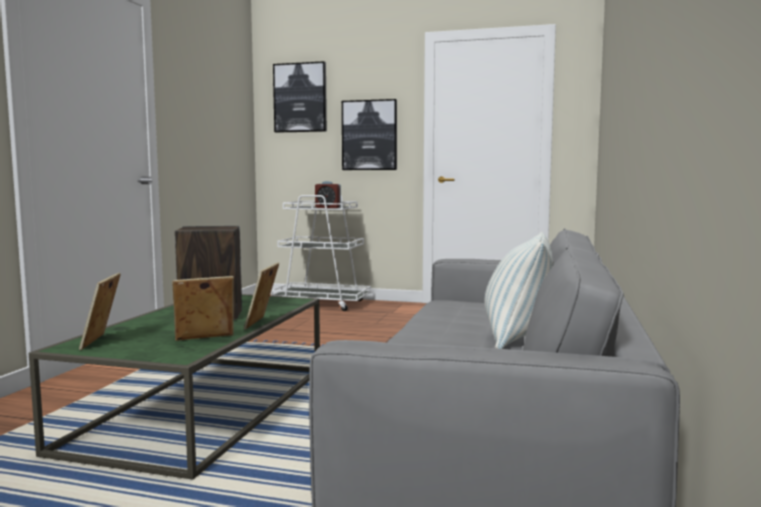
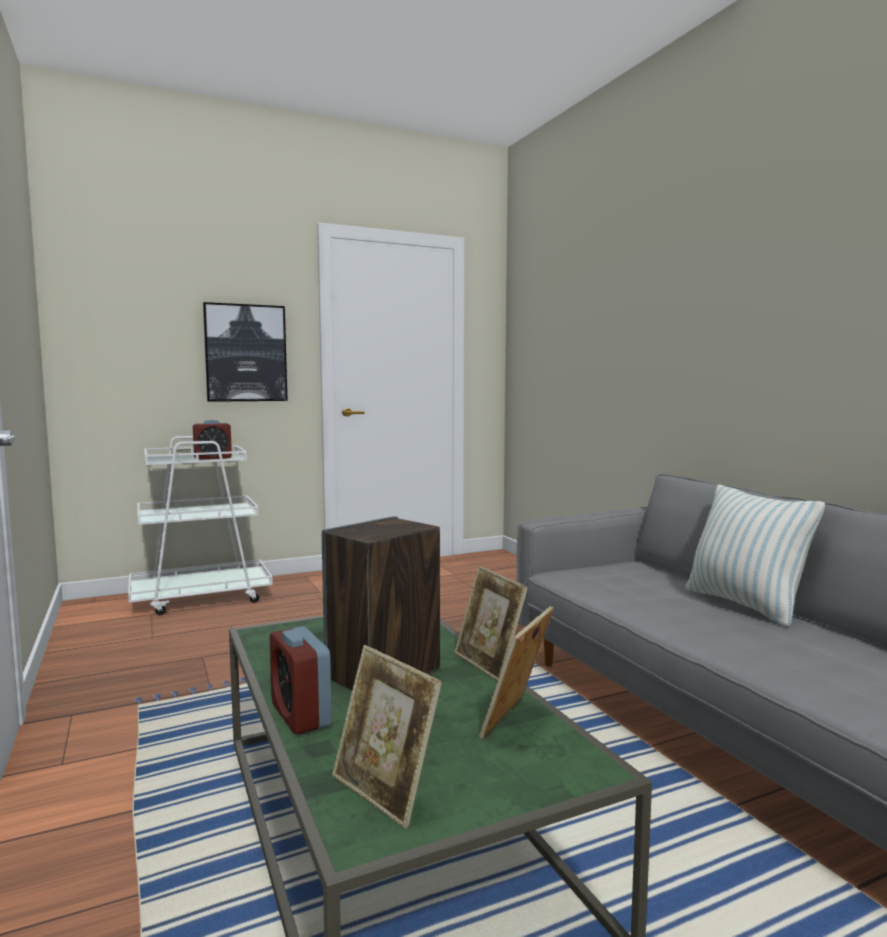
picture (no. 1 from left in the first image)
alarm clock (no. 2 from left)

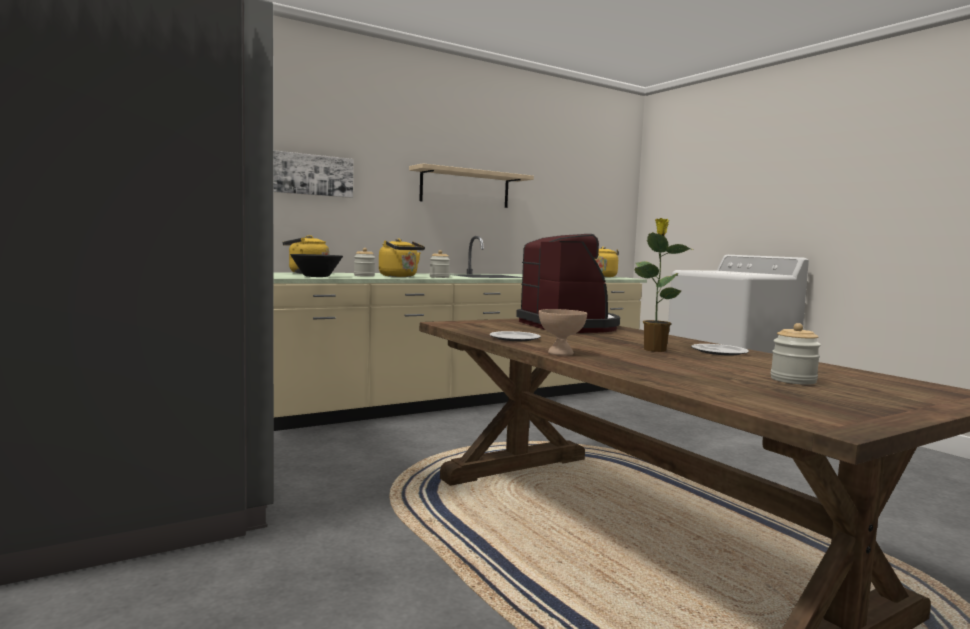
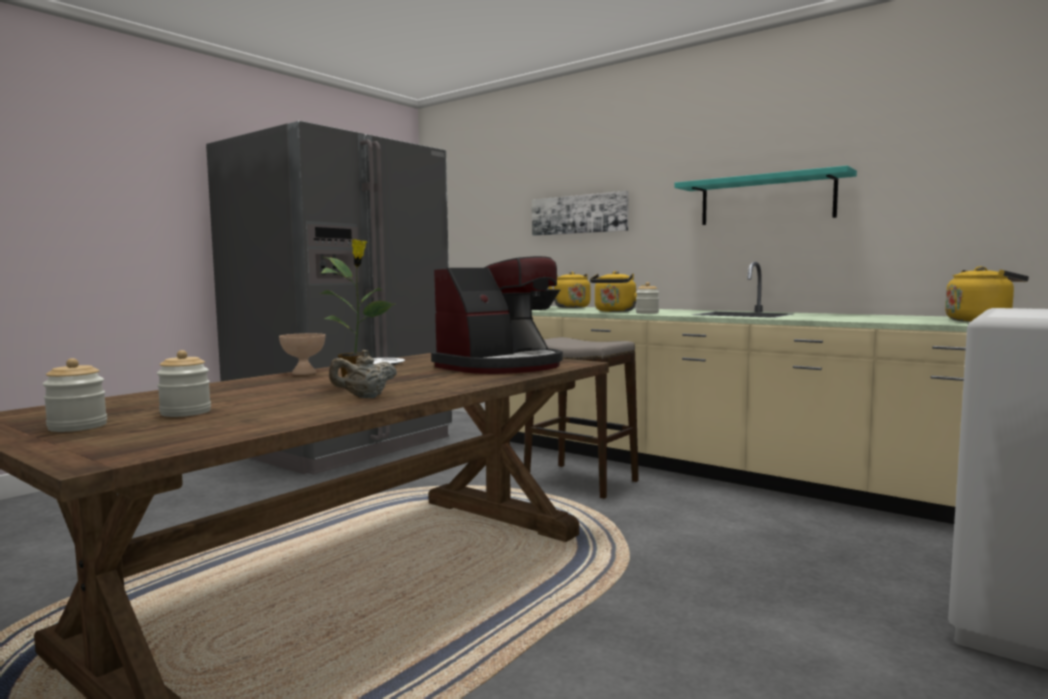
turquoise shelf
jar (no. 1 from left)
beige teapot
stool

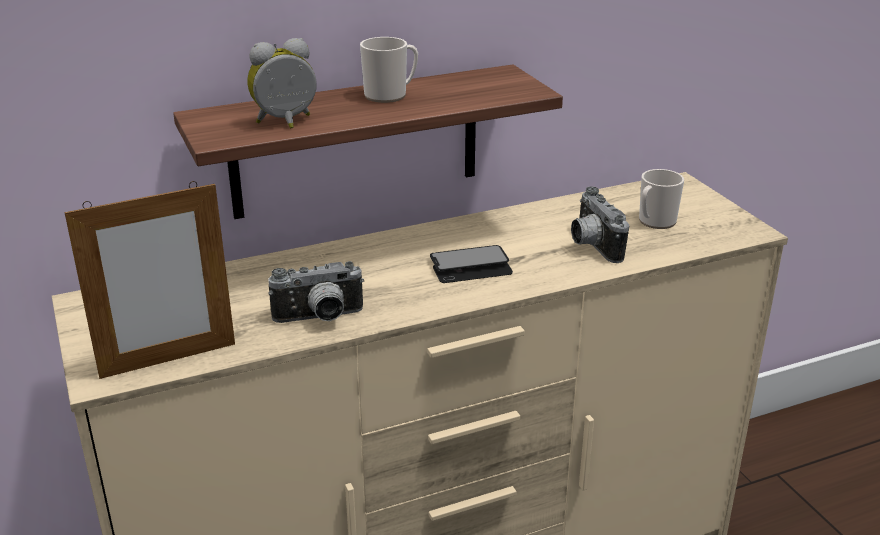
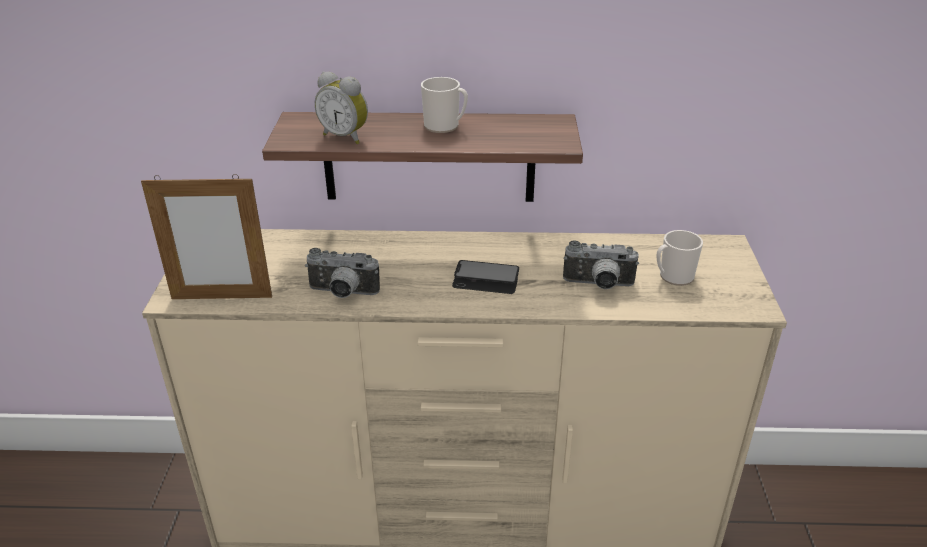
alarm clock
photo camera (no. 2 from left)

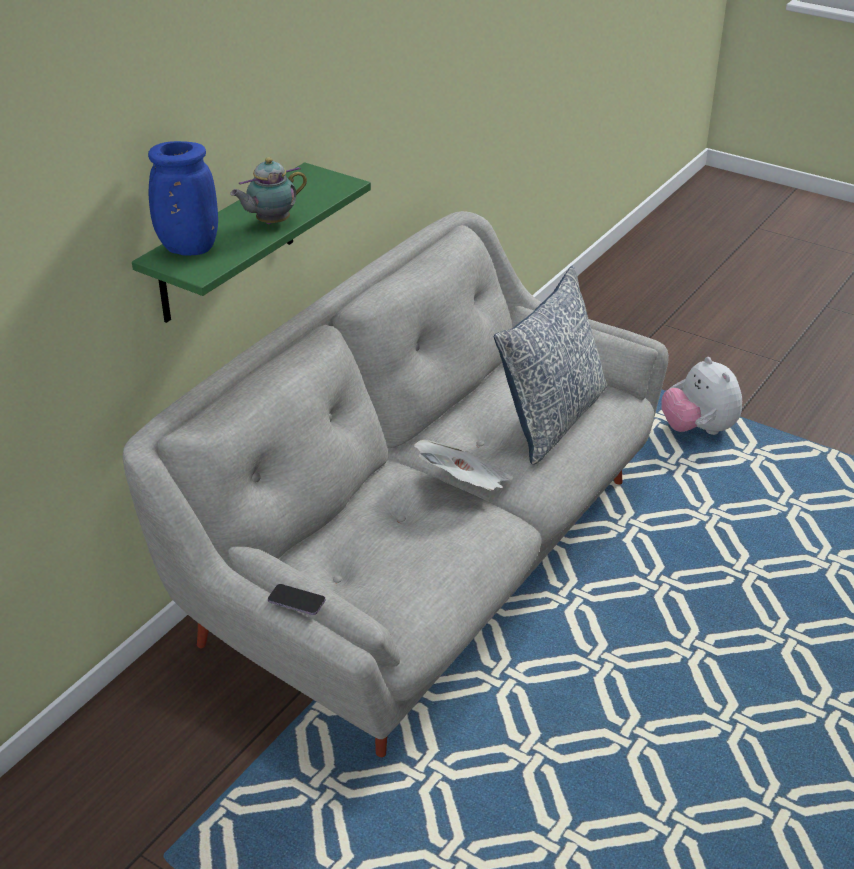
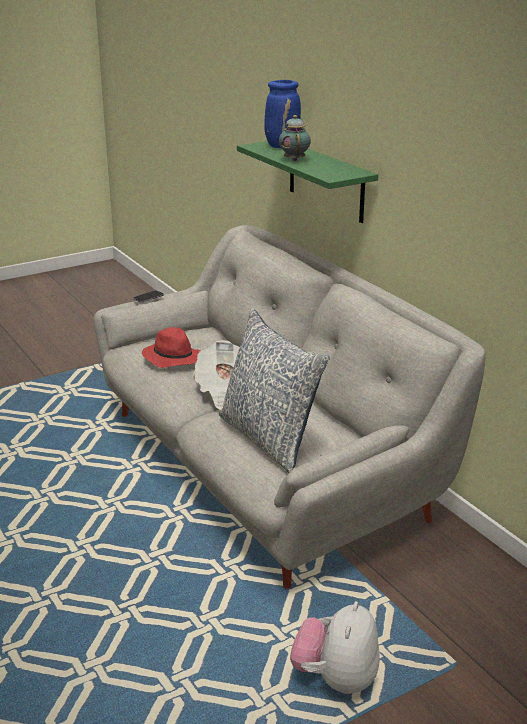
plush toy
red hat

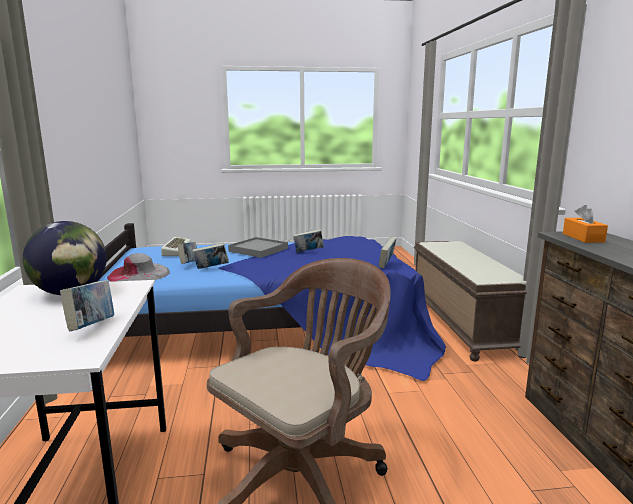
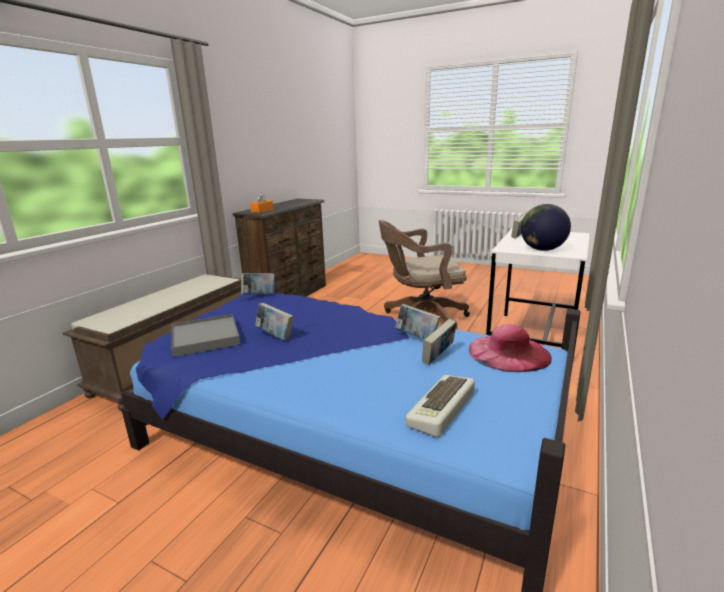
grey tray
pink hat

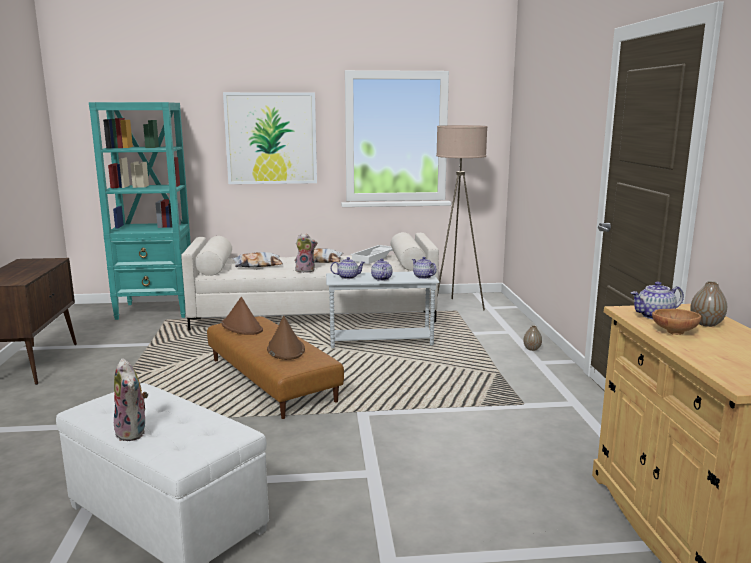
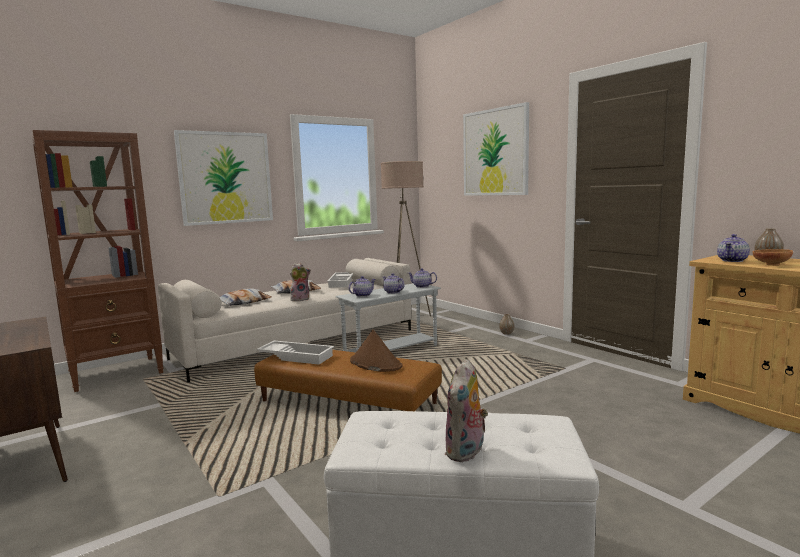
brown bookcase
white tray (no. 1 from left)
plush toy (no. 2 from left)
picture (no. 2 from left)

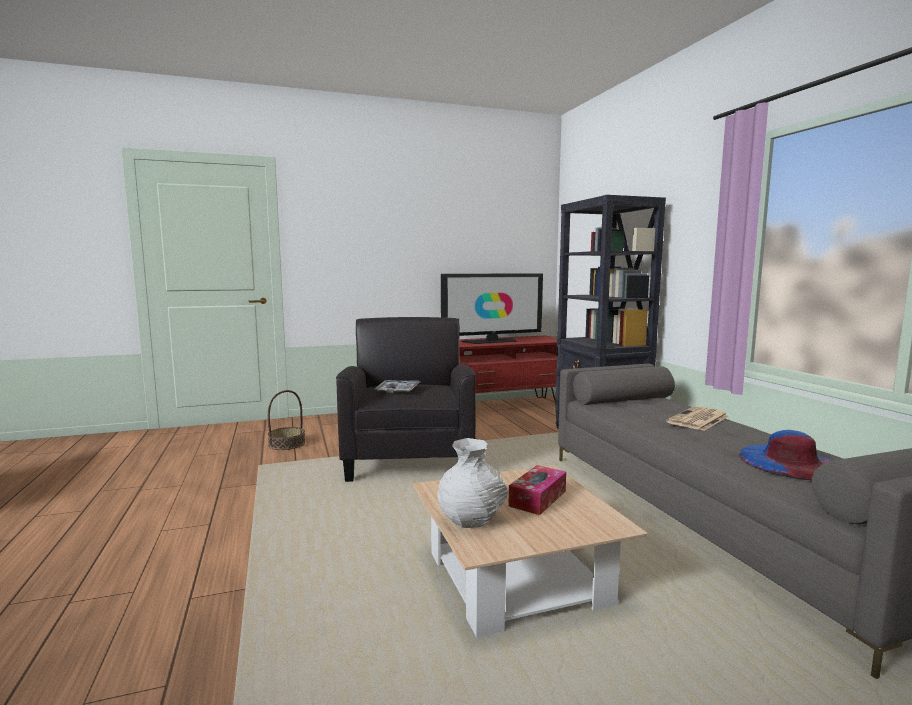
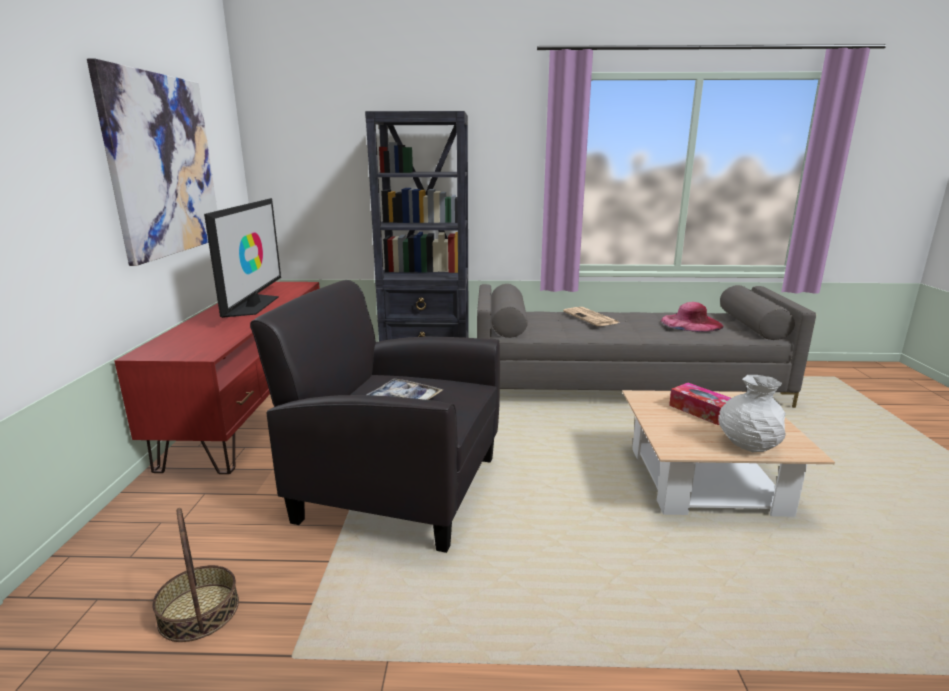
pink hat
picture

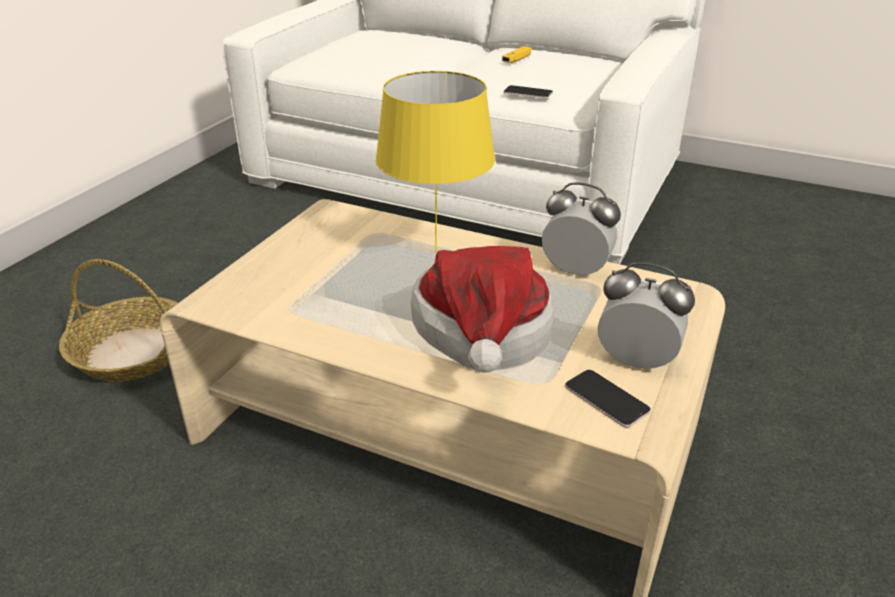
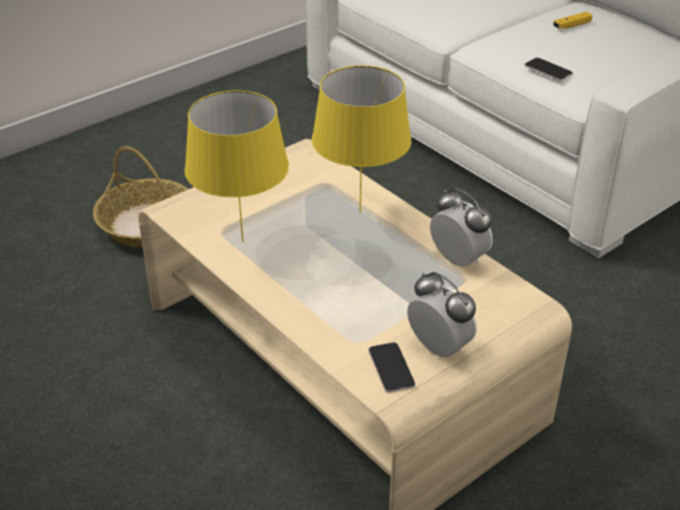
hat
yellow table lamp (no. 1 from left)

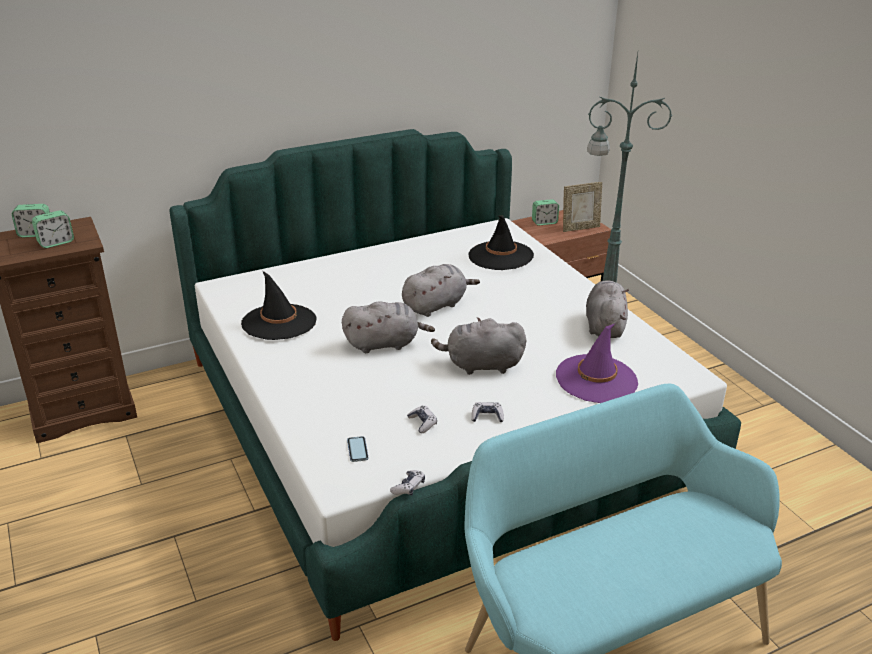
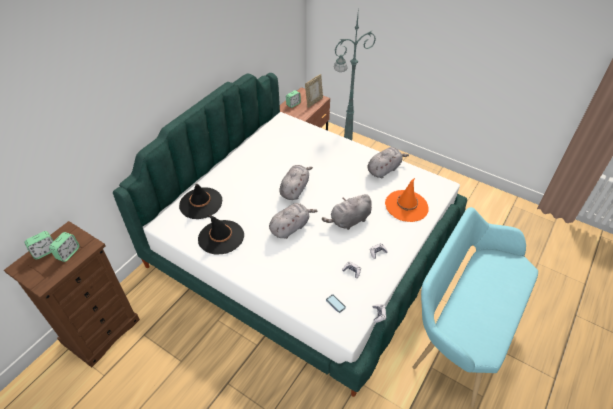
black hat (no. 1 from left)
grey plush toy (no. 4 from left)
orange hat

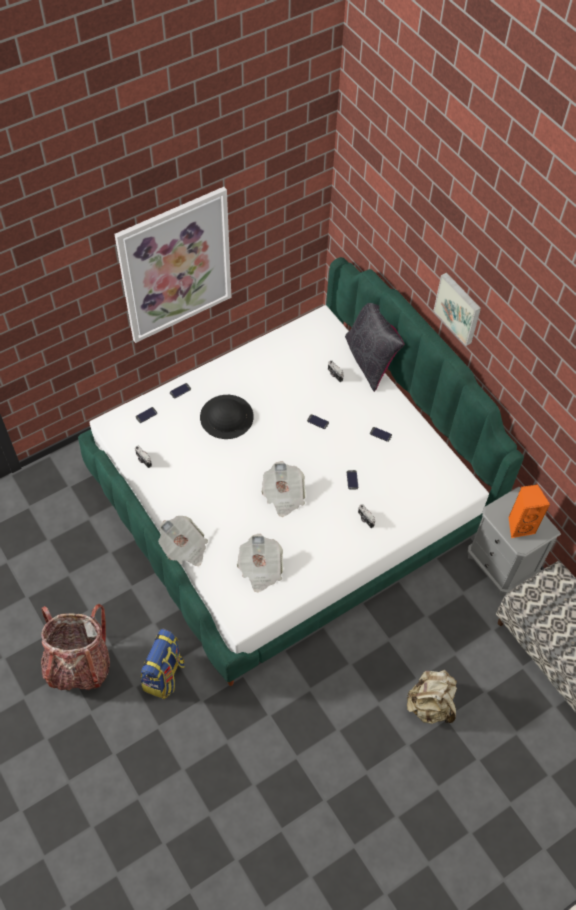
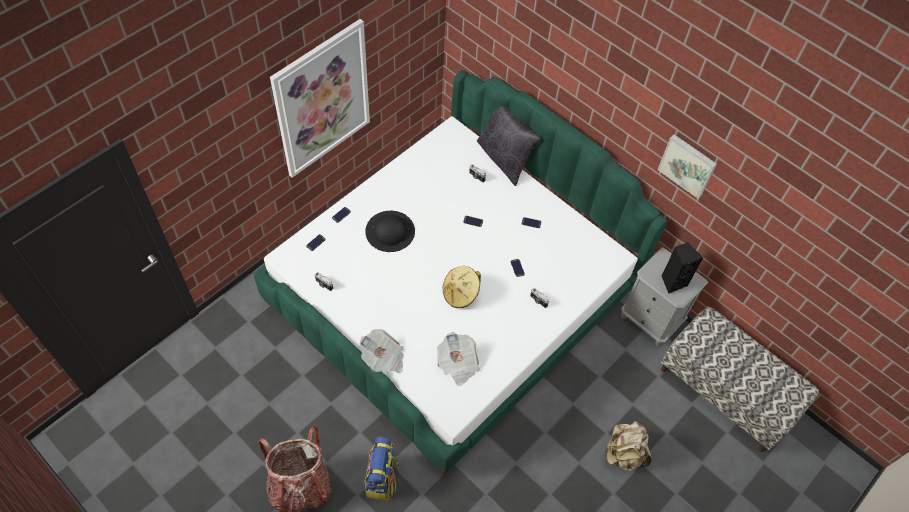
picture (no. 2 from left)
beige hat
black speaker

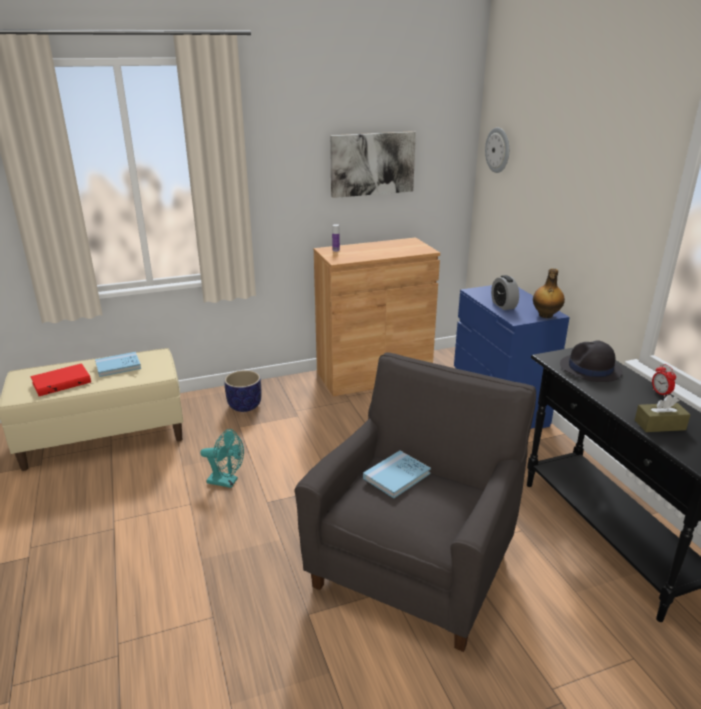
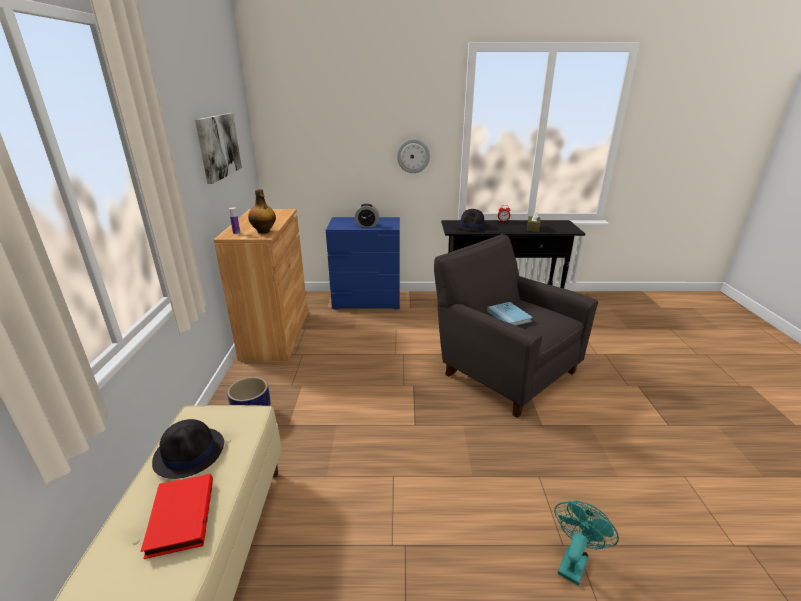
wall clock
bottle (no. 2 from left)
black hat (no. 1 from left)
turquoise fan

